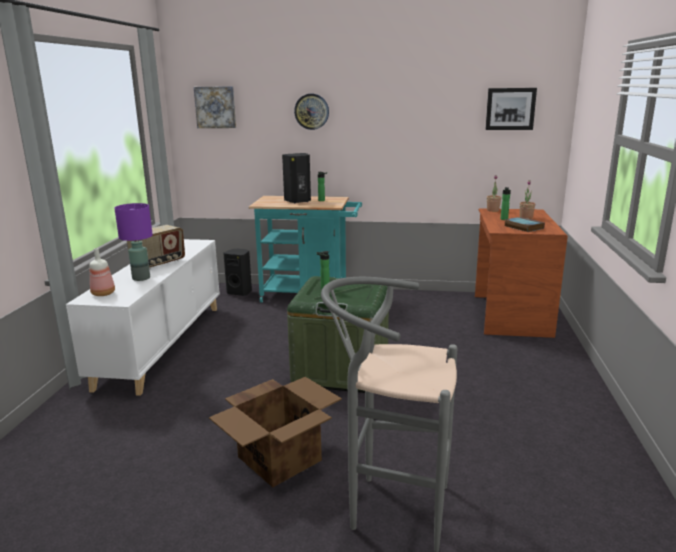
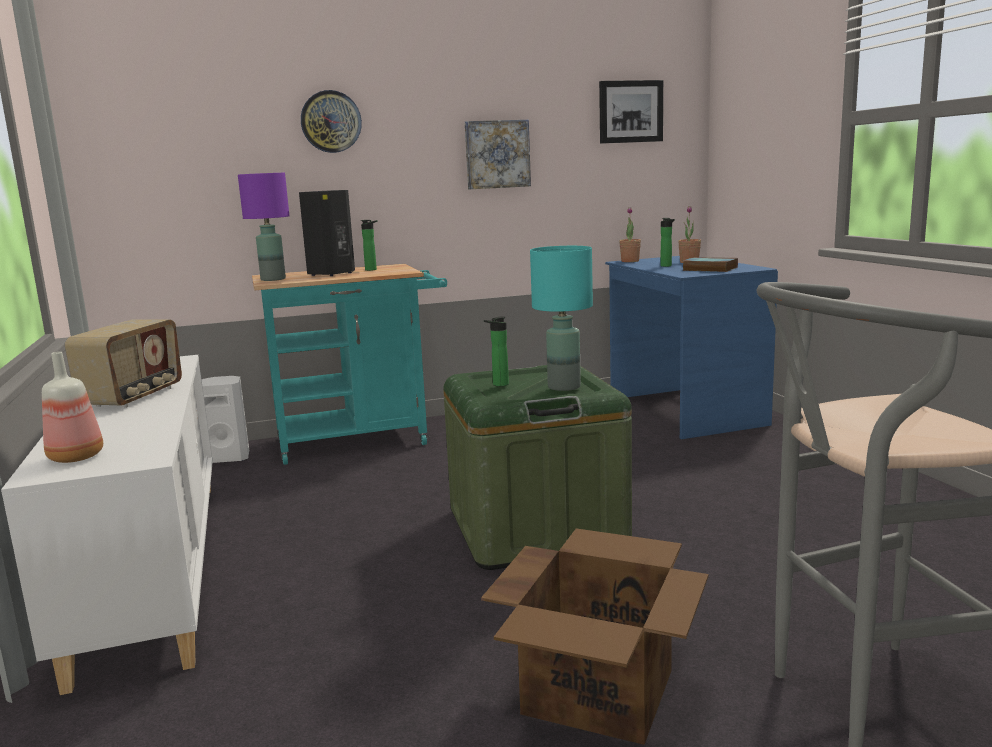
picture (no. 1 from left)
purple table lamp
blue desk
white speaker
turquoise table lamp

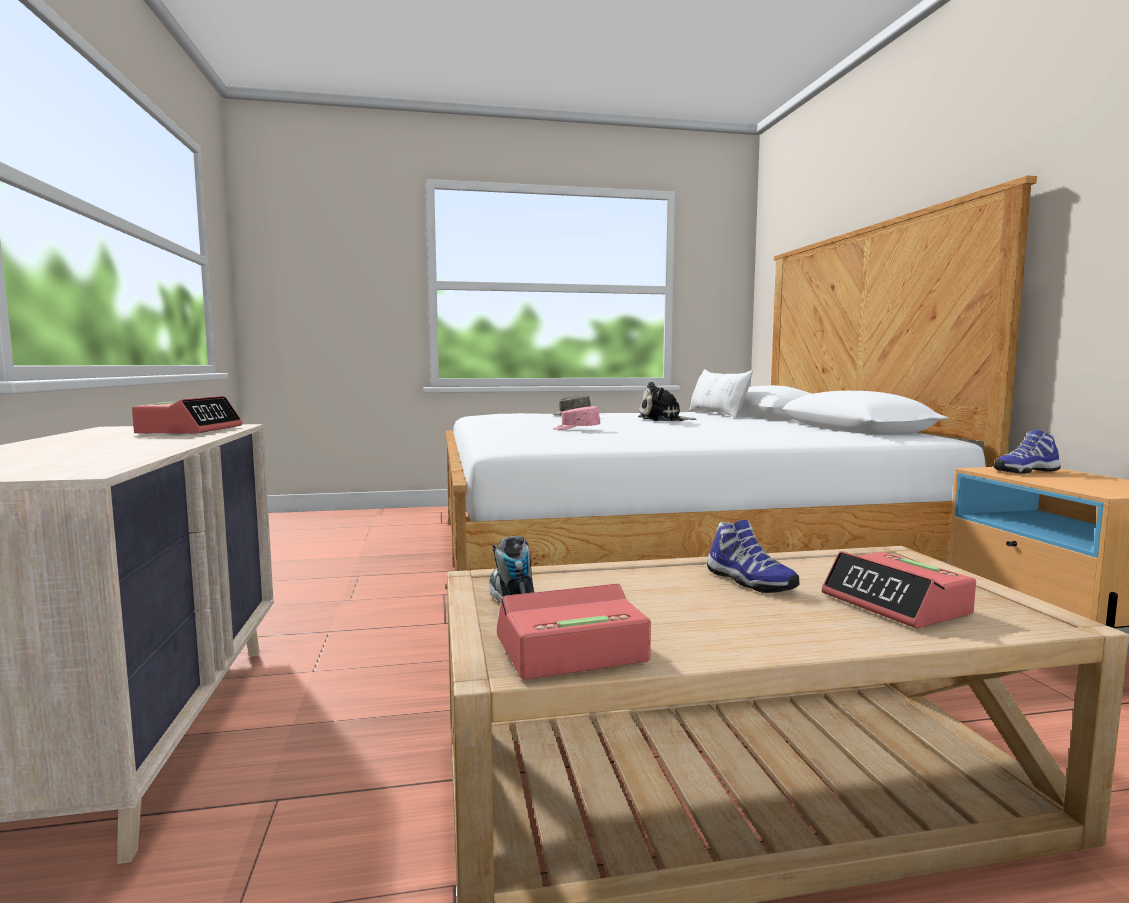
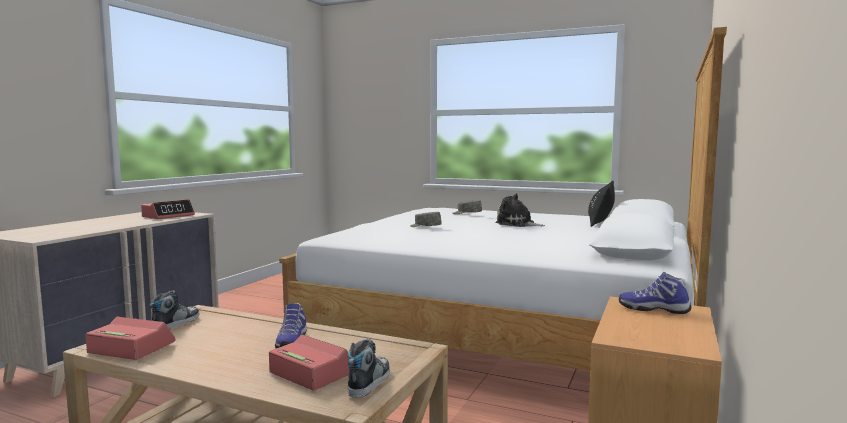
black pillow
grey cap (no. 1 from left)
alarm clock (no. 3 from left)
shoe (no. 3 from left)

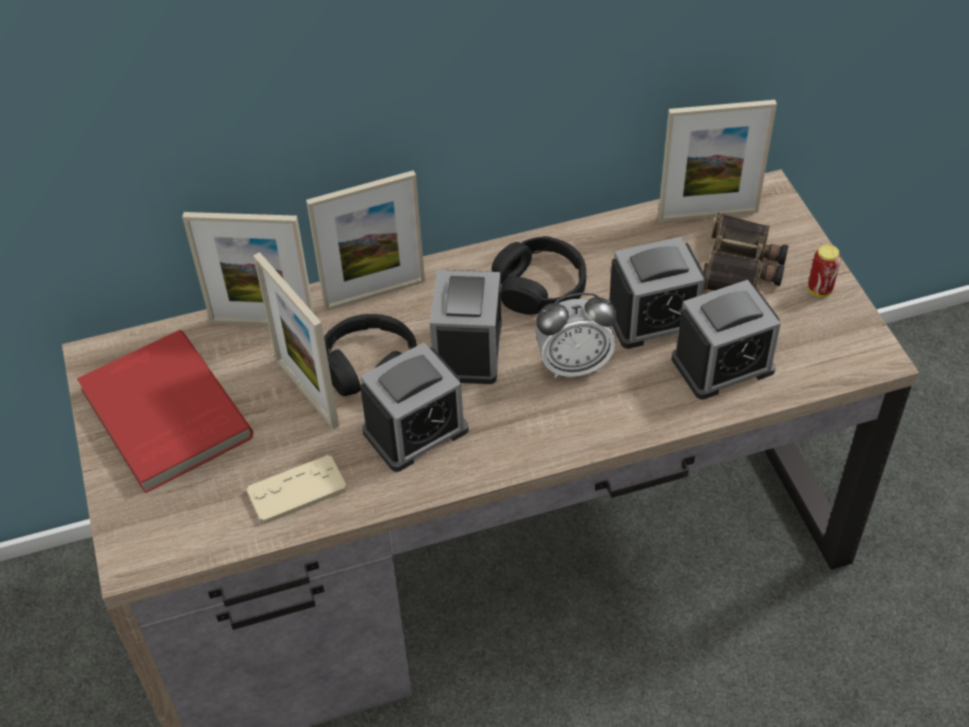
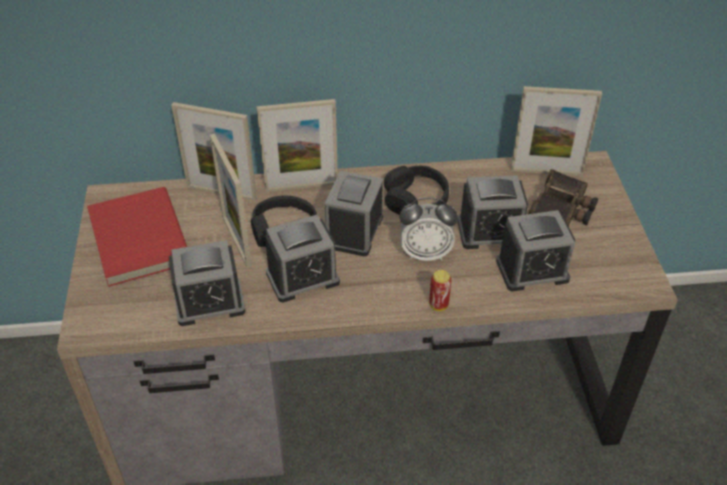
can
alarm clock (no. 1 from left)

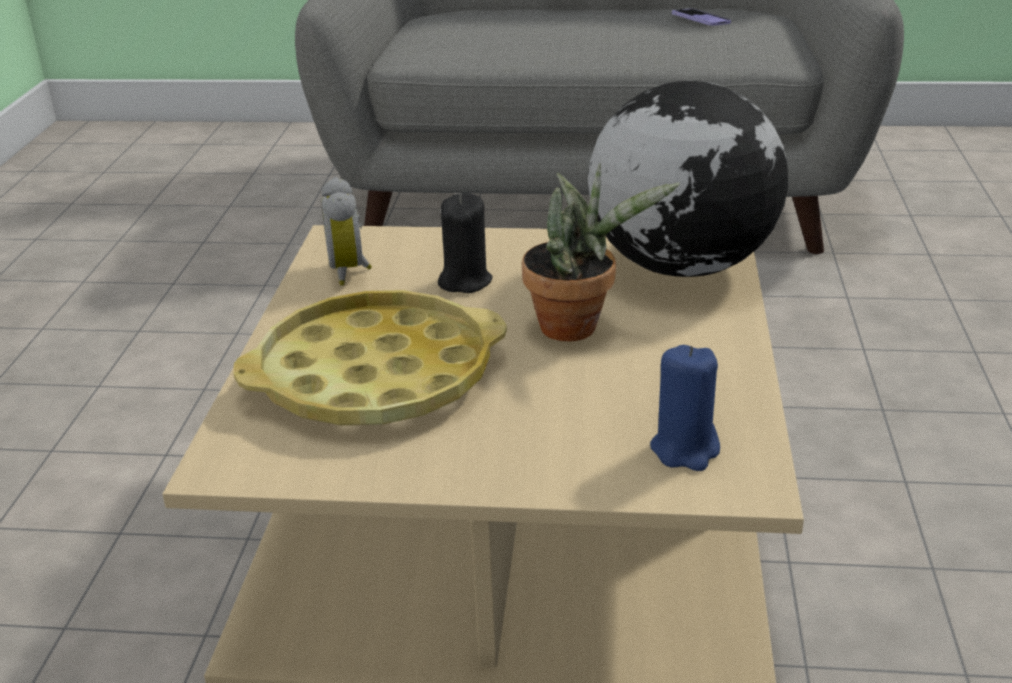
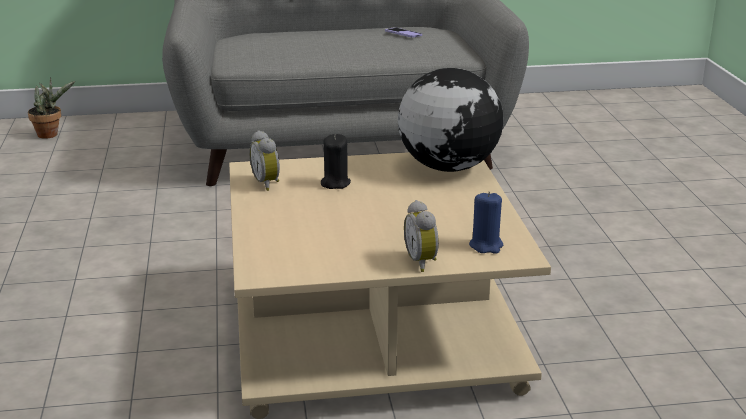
potted plant
yellow tray
alarm clock (no. 2 from left)

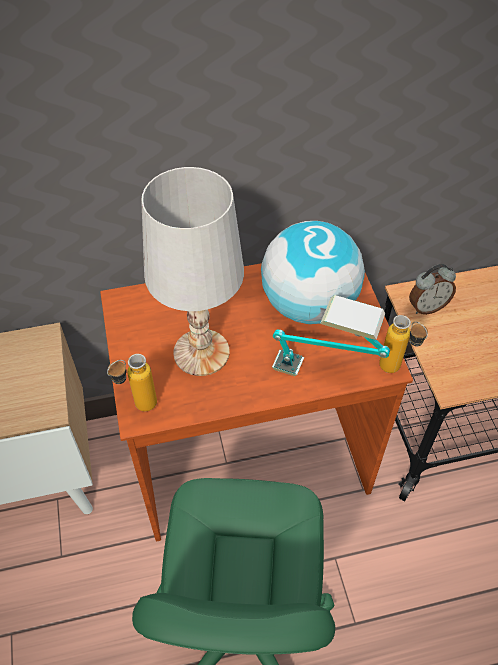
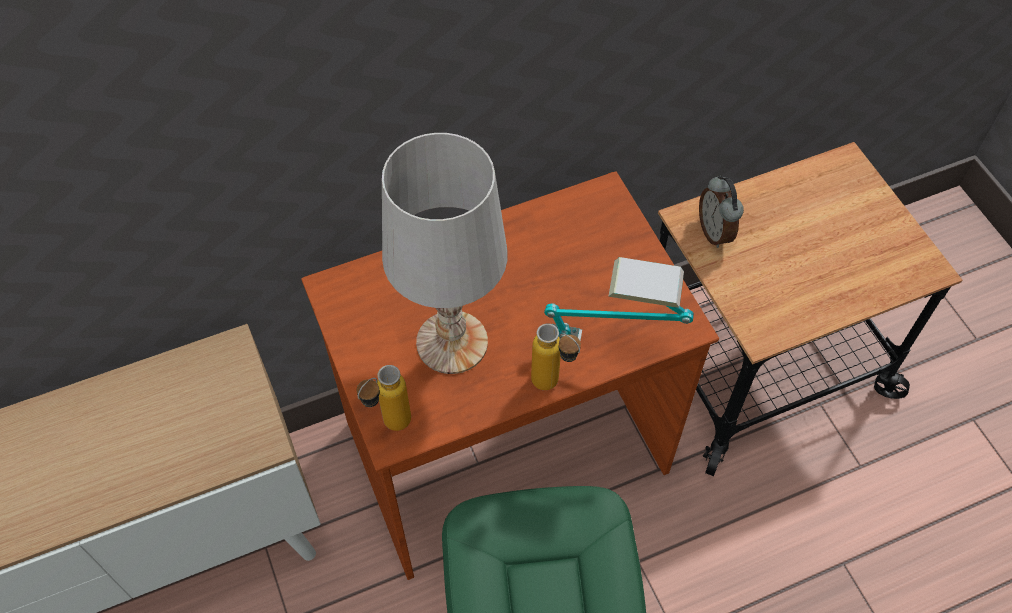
globe
alarm clock
bottle (no. 2 from left)

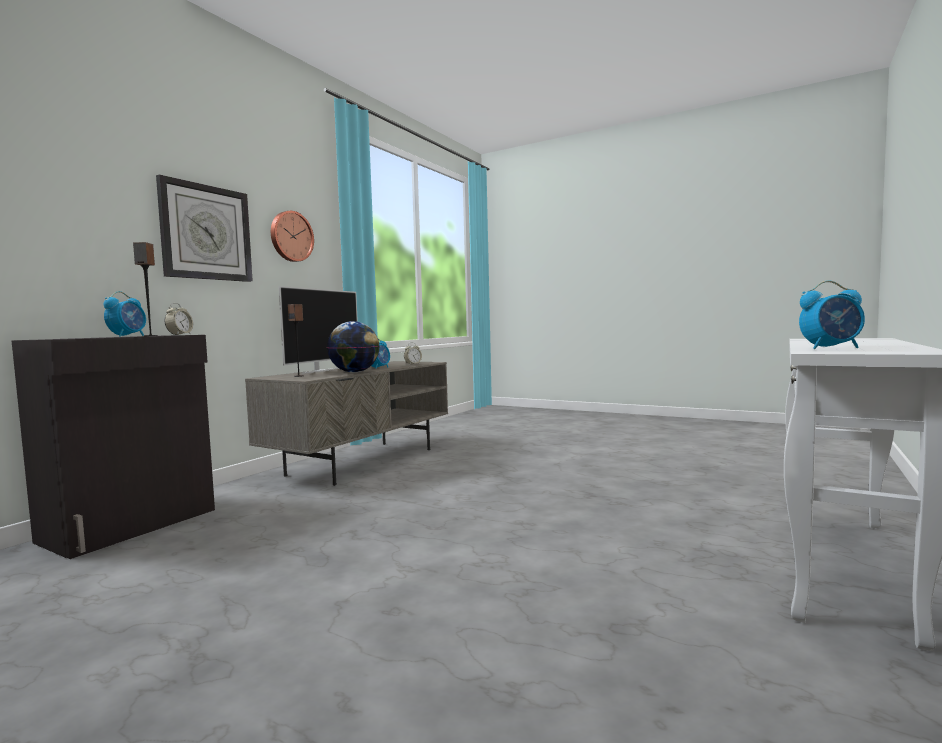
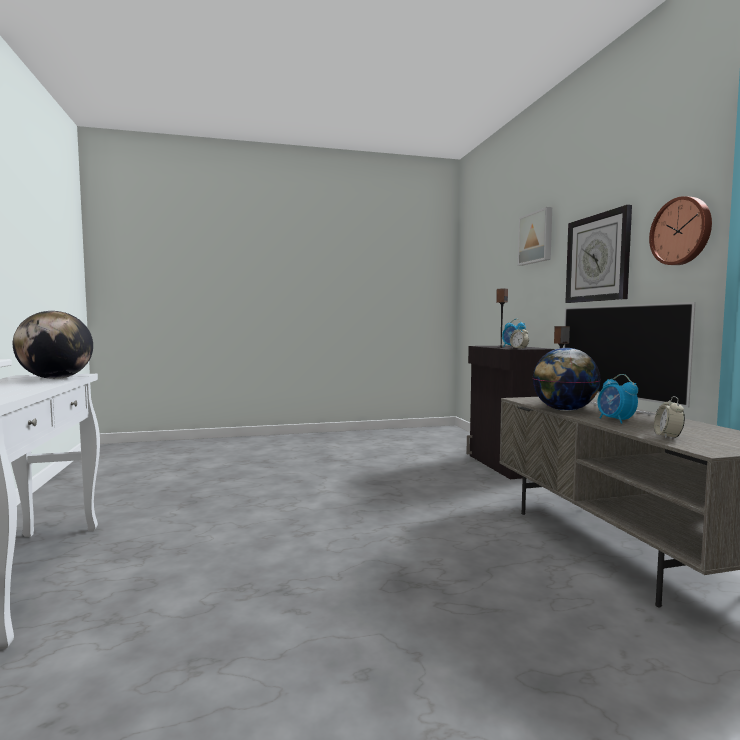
globe (no. 1 from left)
picture

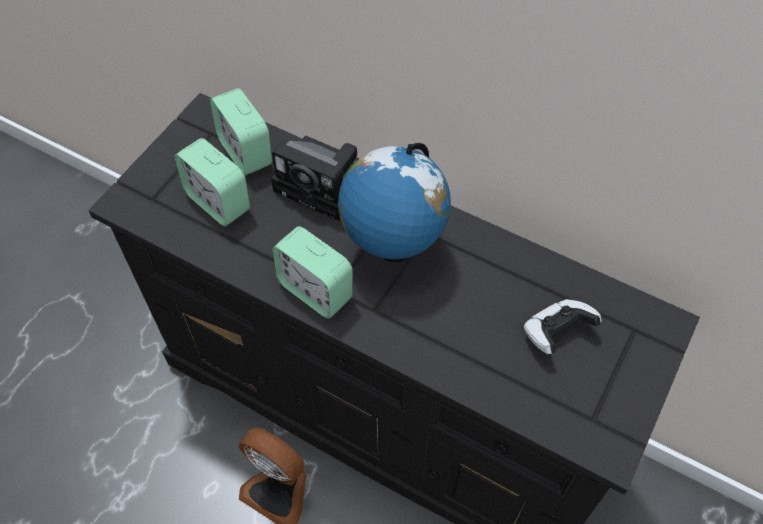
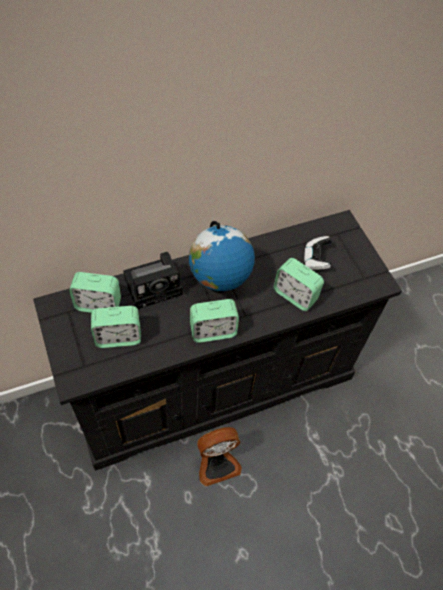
alarm clock (no. 4 from left)

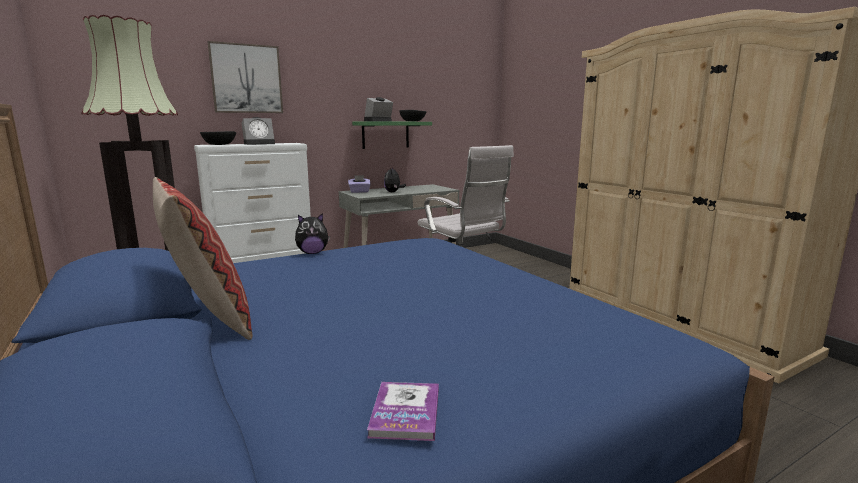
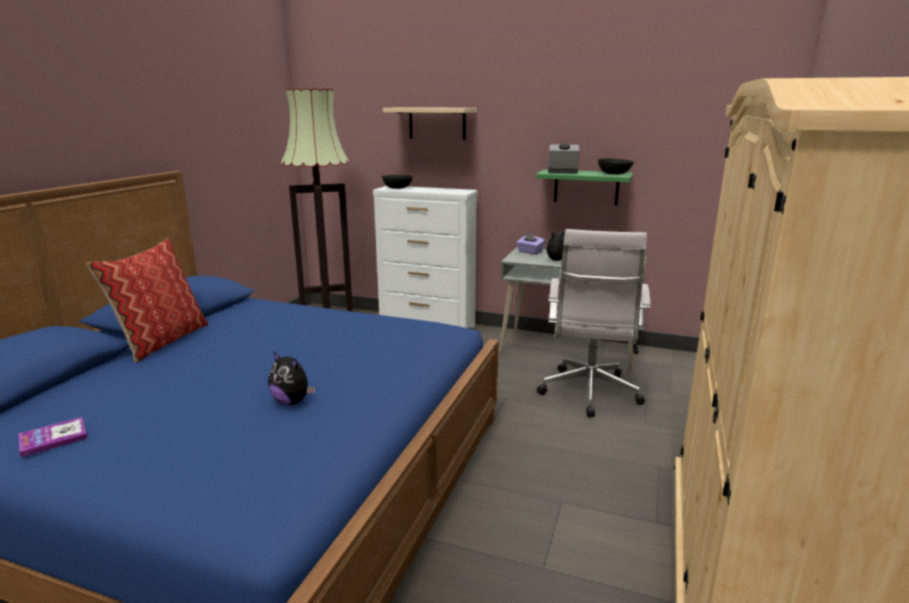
beige shelf
alarm clock (no. 1 from left in the first image)
plush toy (no. 1 from left)

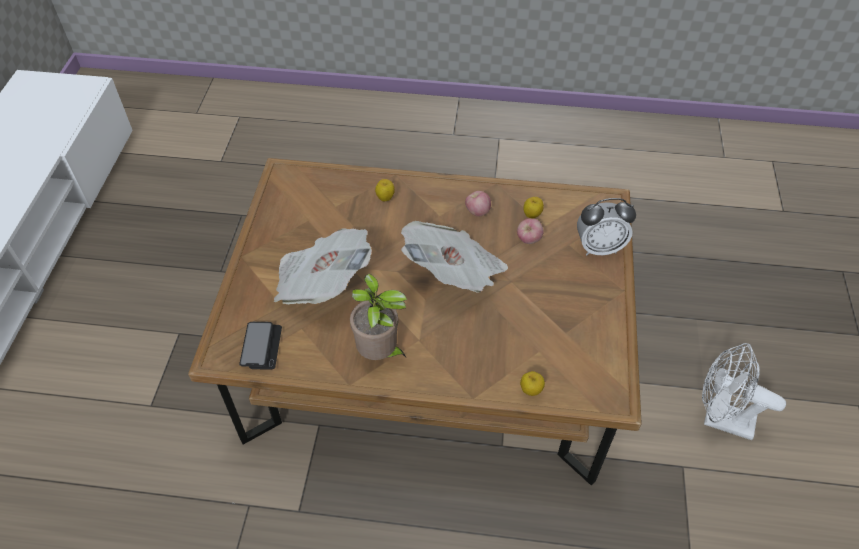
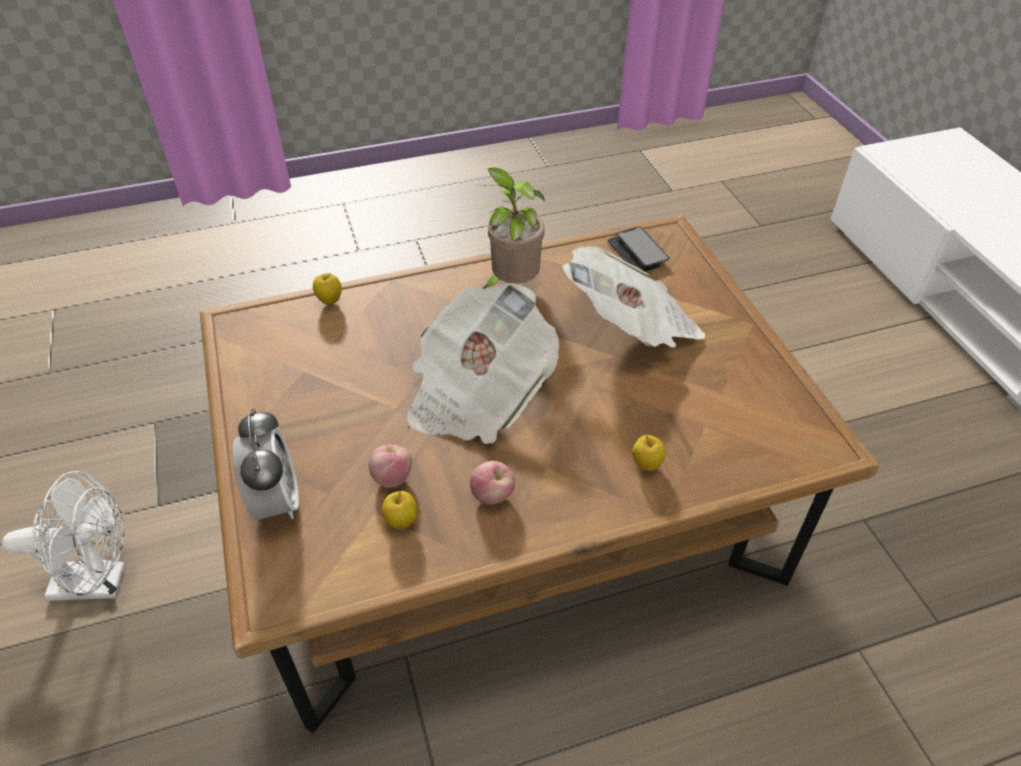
alarm clock

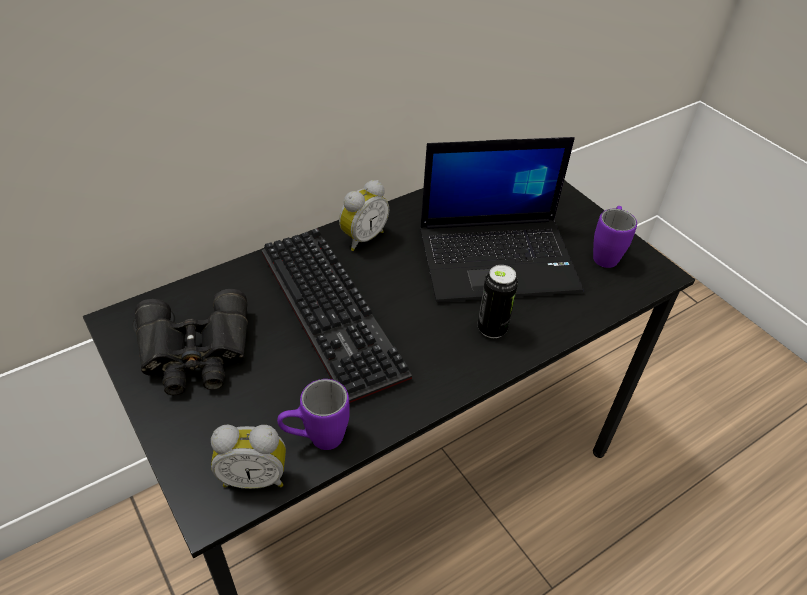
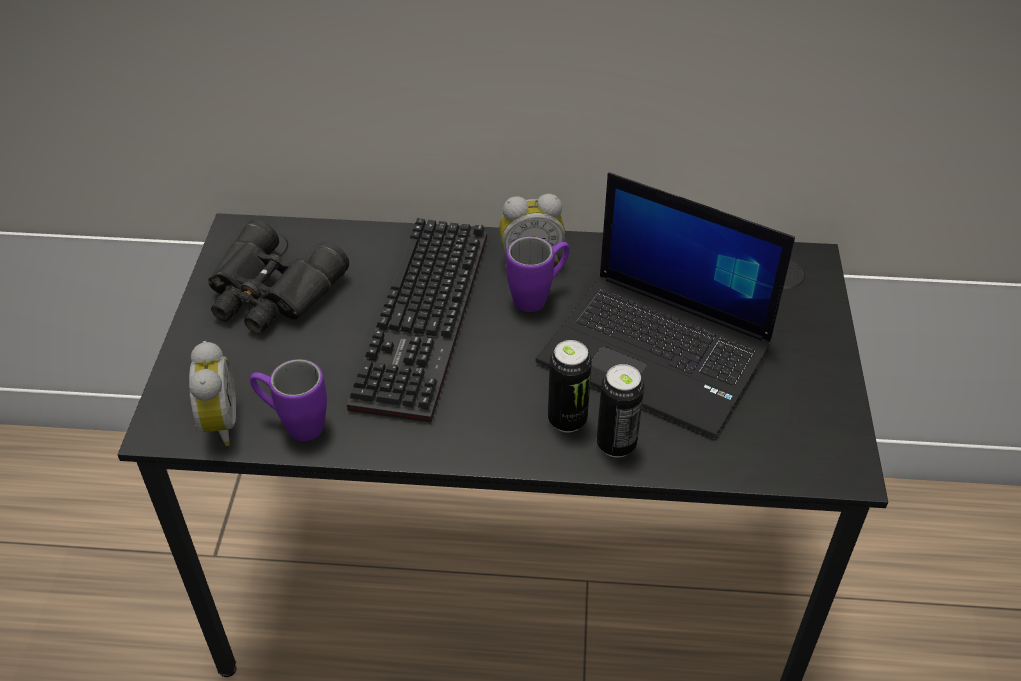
purple mug (no. 2 from left)
alarm clock (no. 1 from left)
can (no. 2 from left)

